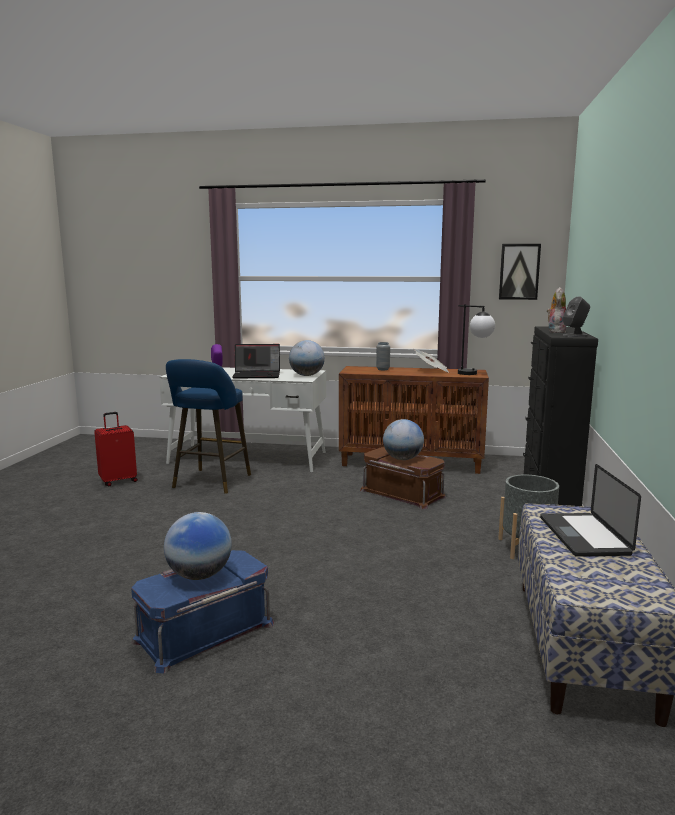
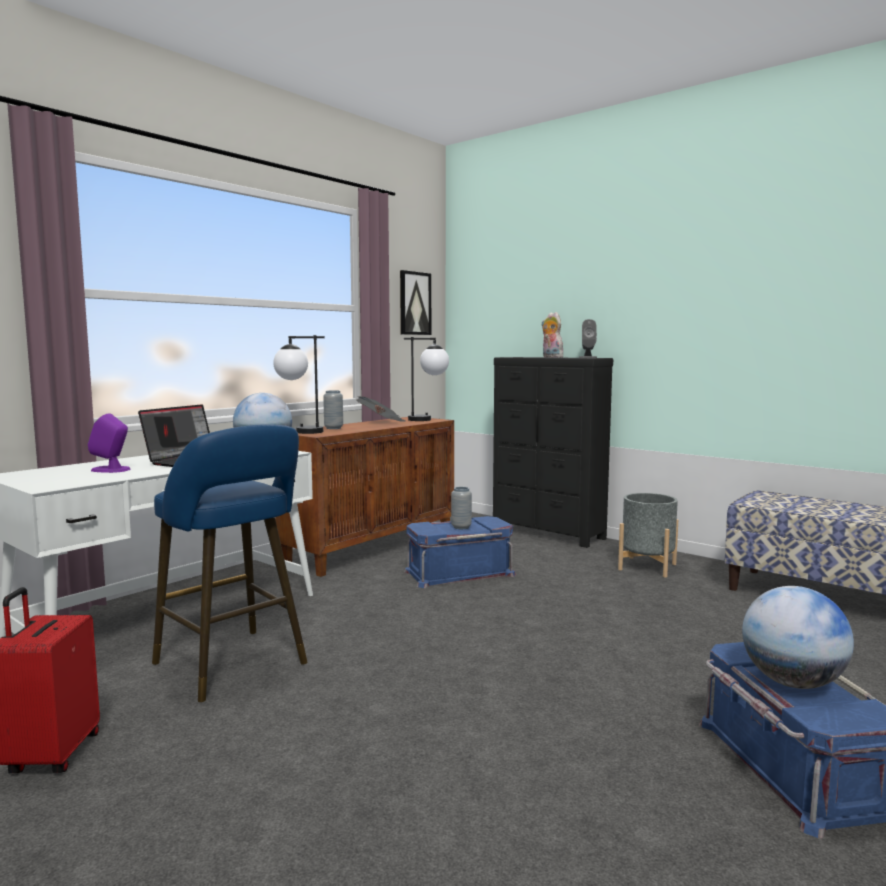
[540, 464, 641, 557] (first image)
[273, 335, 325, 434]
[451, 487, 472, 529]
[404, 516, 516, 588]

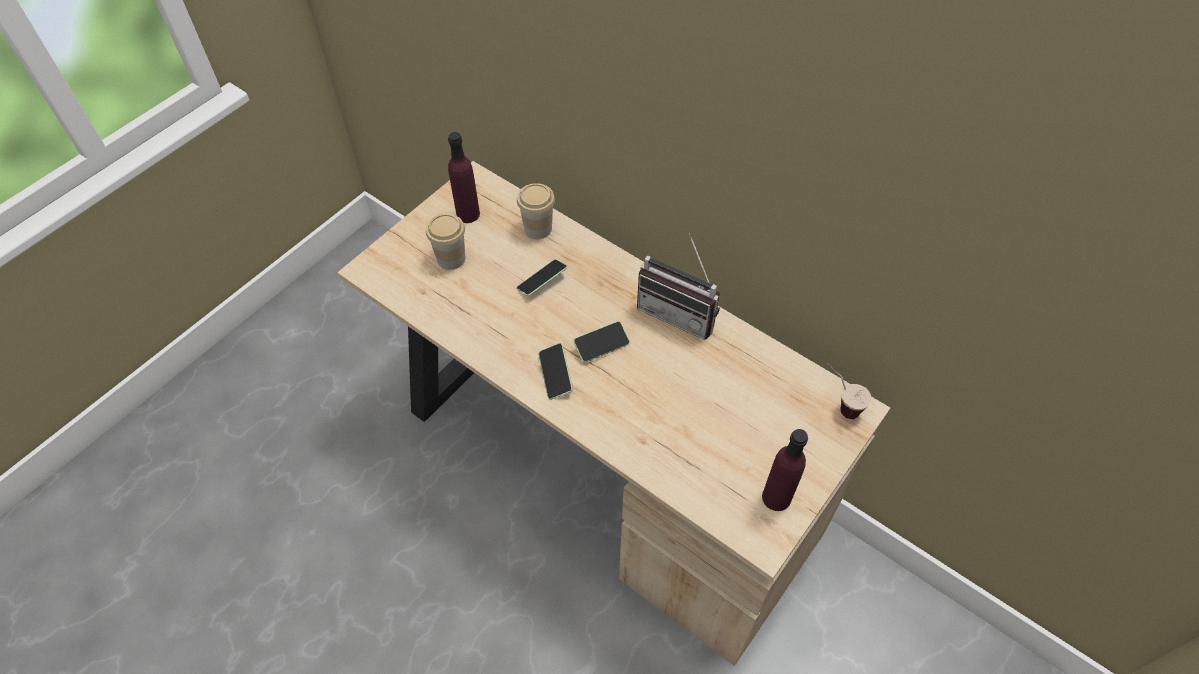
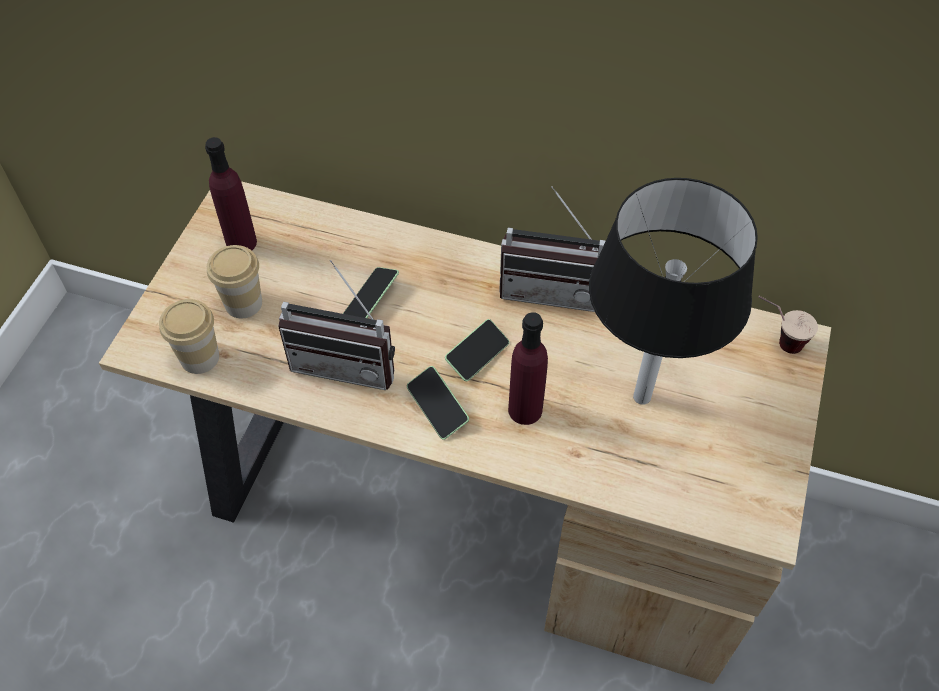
[278, 260, 395, 390]
[589, 178, 758, 405]
[159, 299, 219, 374]
[508, 312, 548, 425]

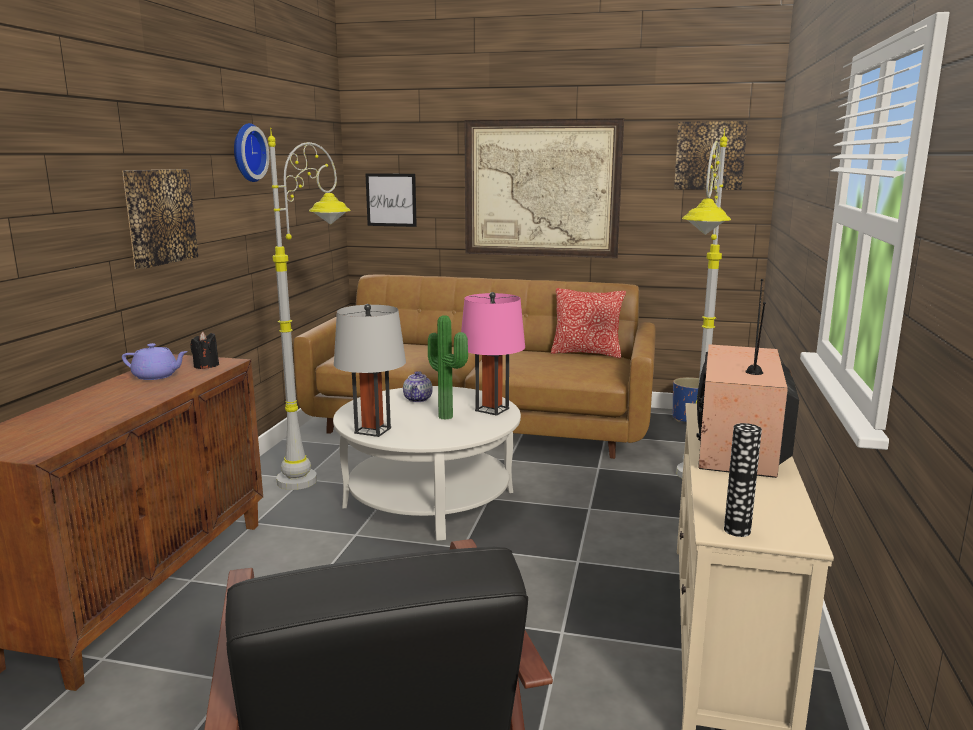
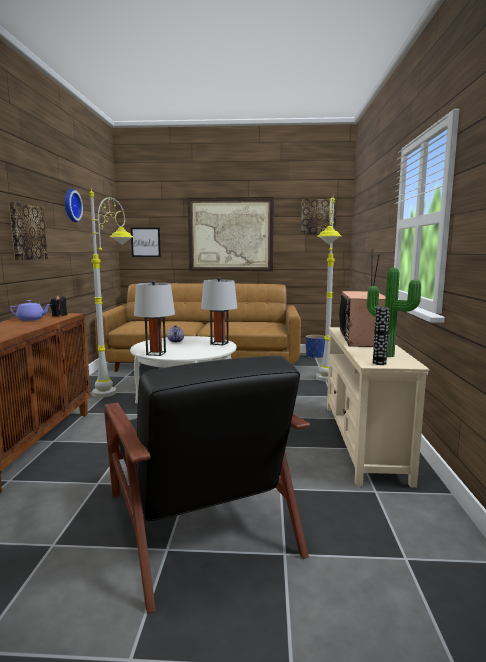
[551, 288, 626, 358] (first image)
[367, 268, 421, 357]
[201, 277, 237, 346]

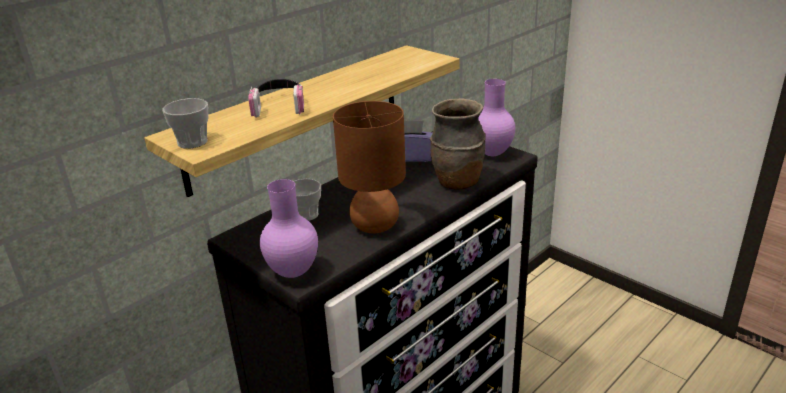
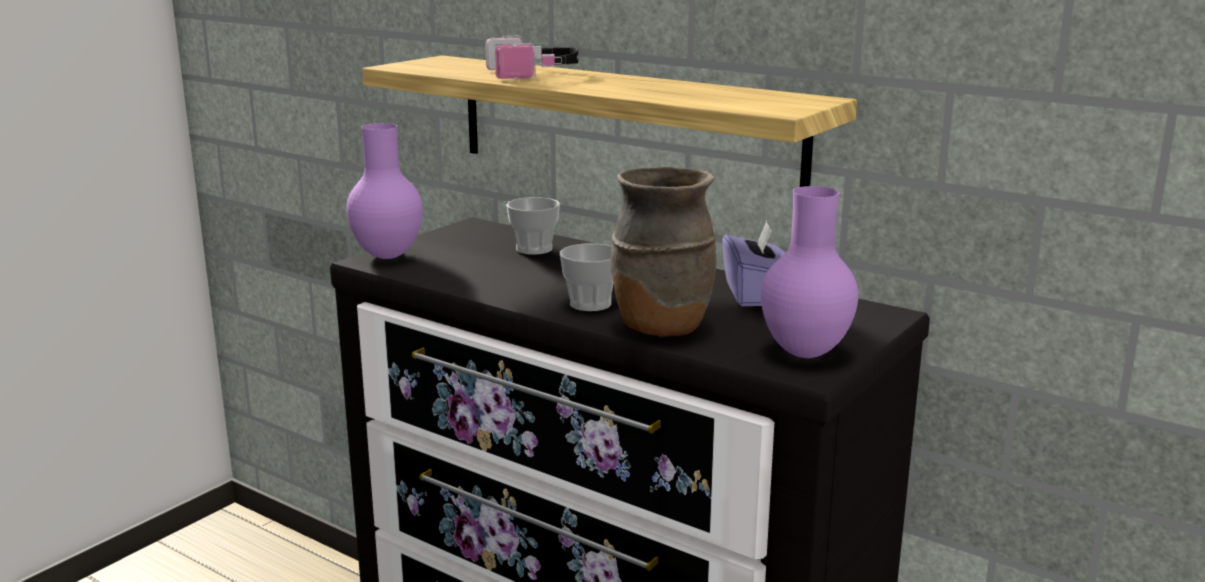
[333, 101, 406, 233] (first image)
[560, 243, 613, 311]

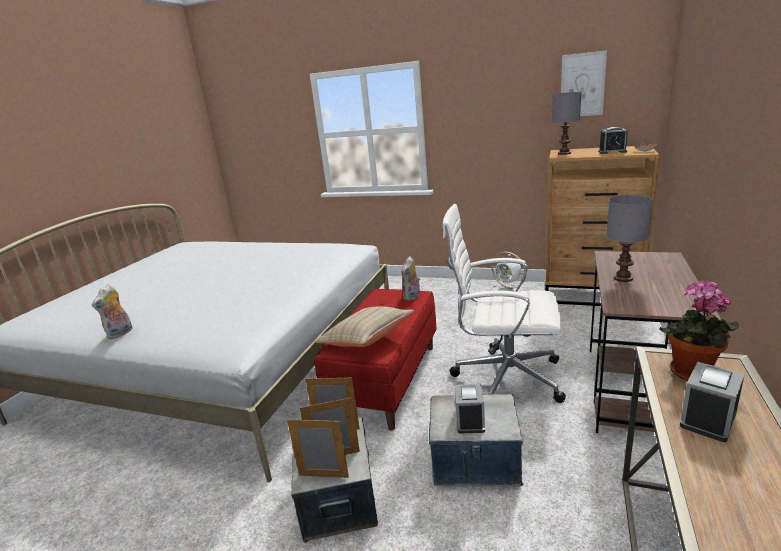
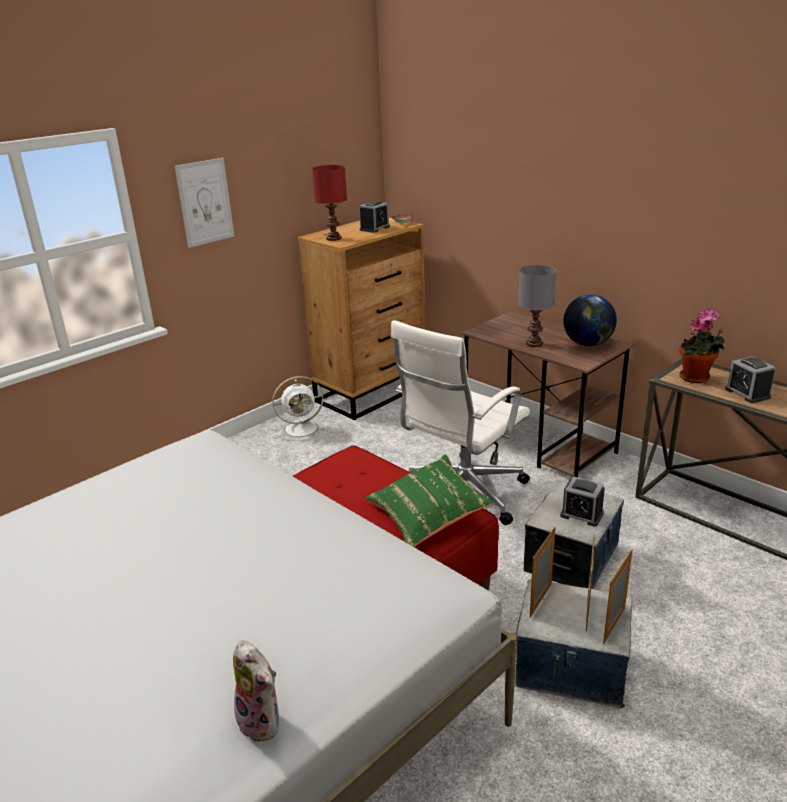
[402, 256, 420, 301] (first image)
[563, 295, 617, 346]
[175, 158, 234, 248]
[365, 455, 493, 547]
[312, 165, 347, 241]

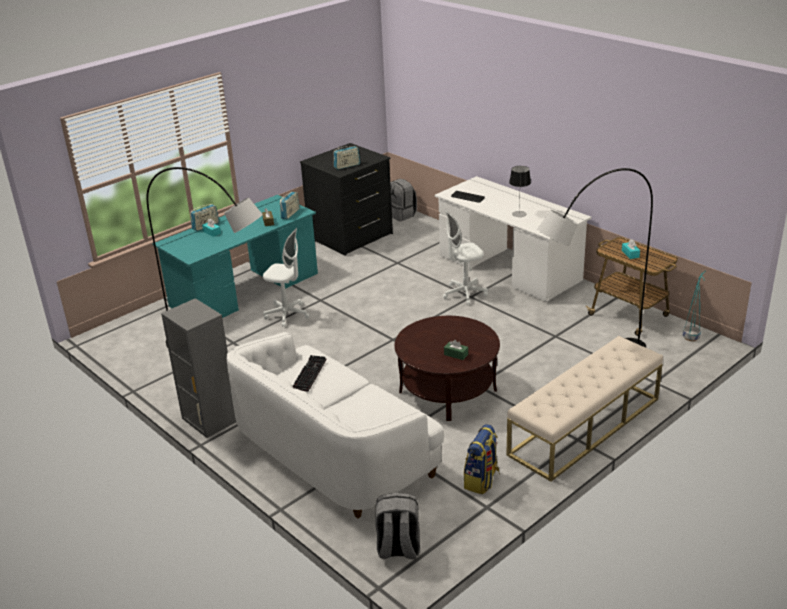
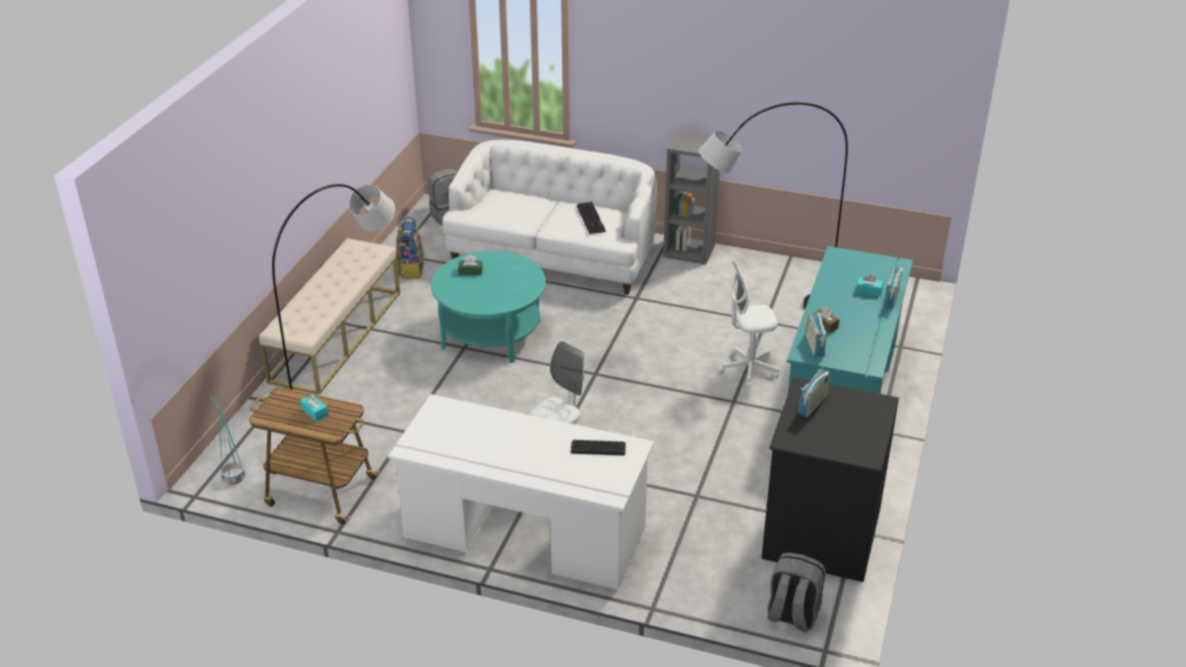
[509, 166, 531, 217] (first image)
[431, 251, 546, 363]

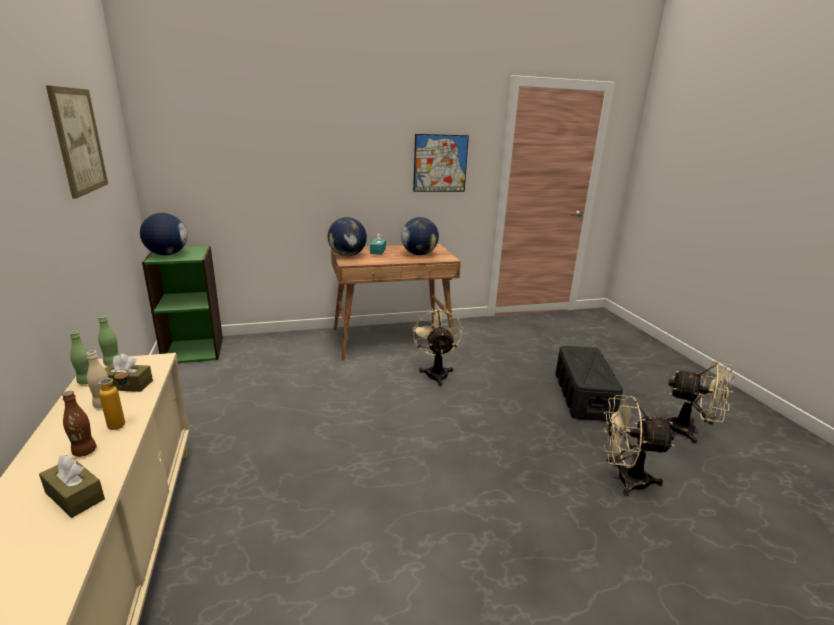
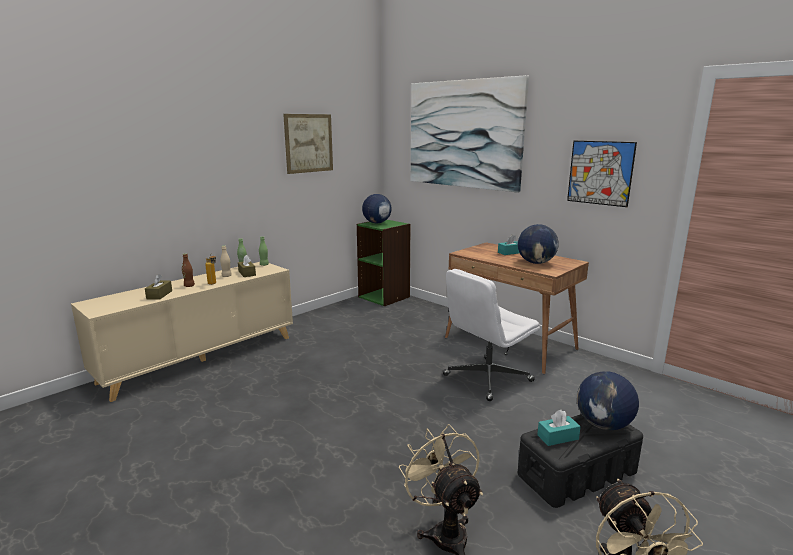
[411, 75, 529, 193]
[537, 410, 581, 446]
[577, 371, 639, 430]
[443, 269, 540, 401]

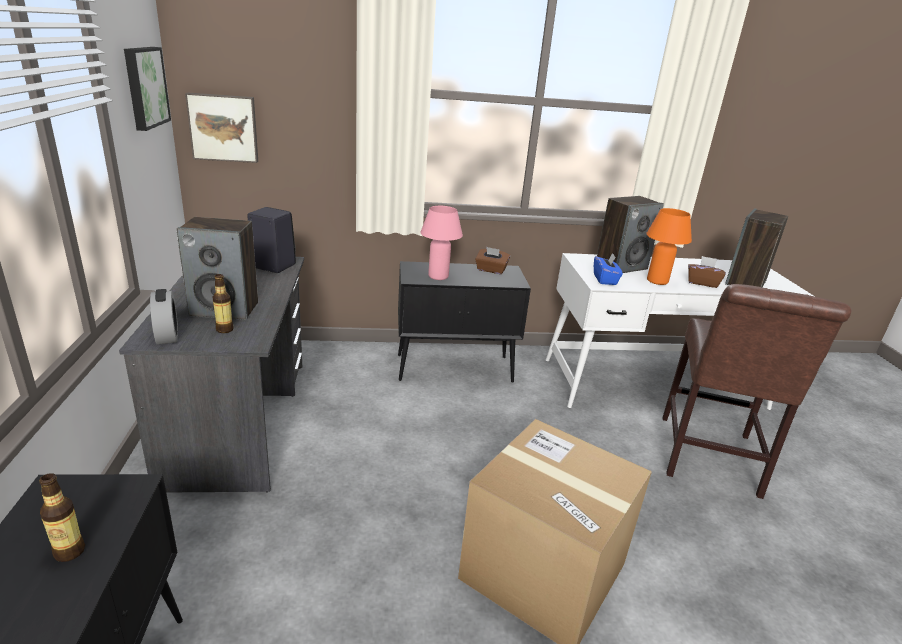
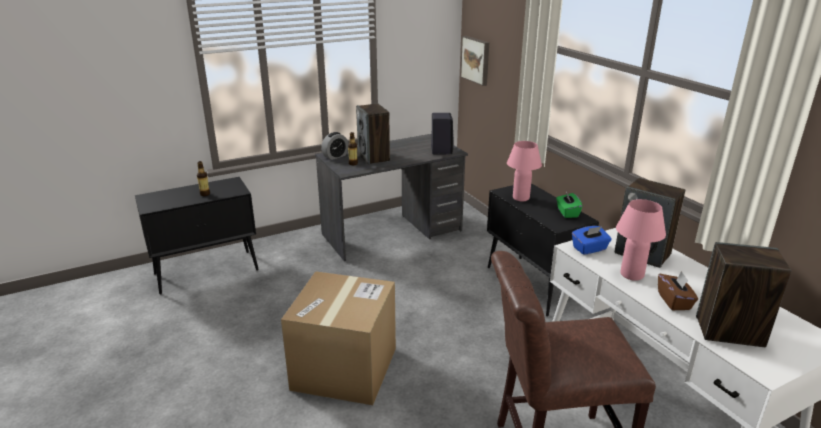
[124, 47, 171, 131] (first image)
[556, 192, 582, 218]
[616, 199, 666, 281]

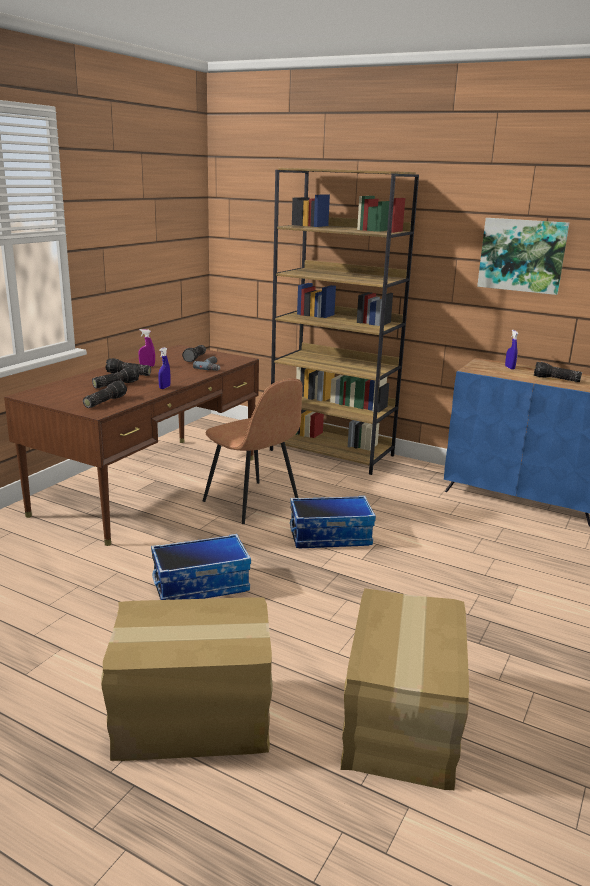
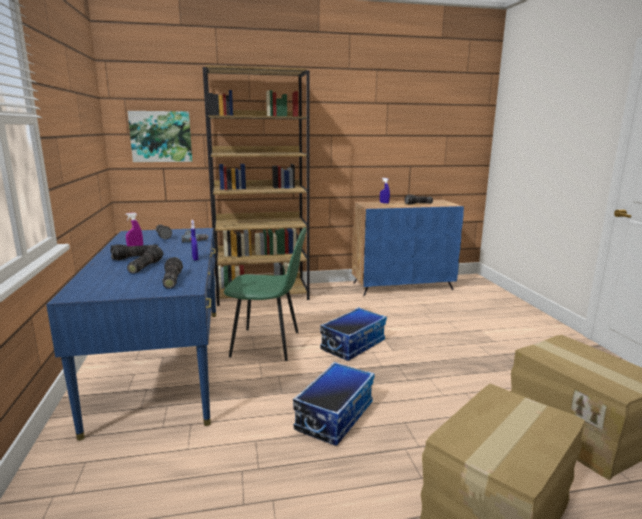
[128, 111, 192, 162]
[46, 228, 216, 441]
[224, 227, 307, 361]

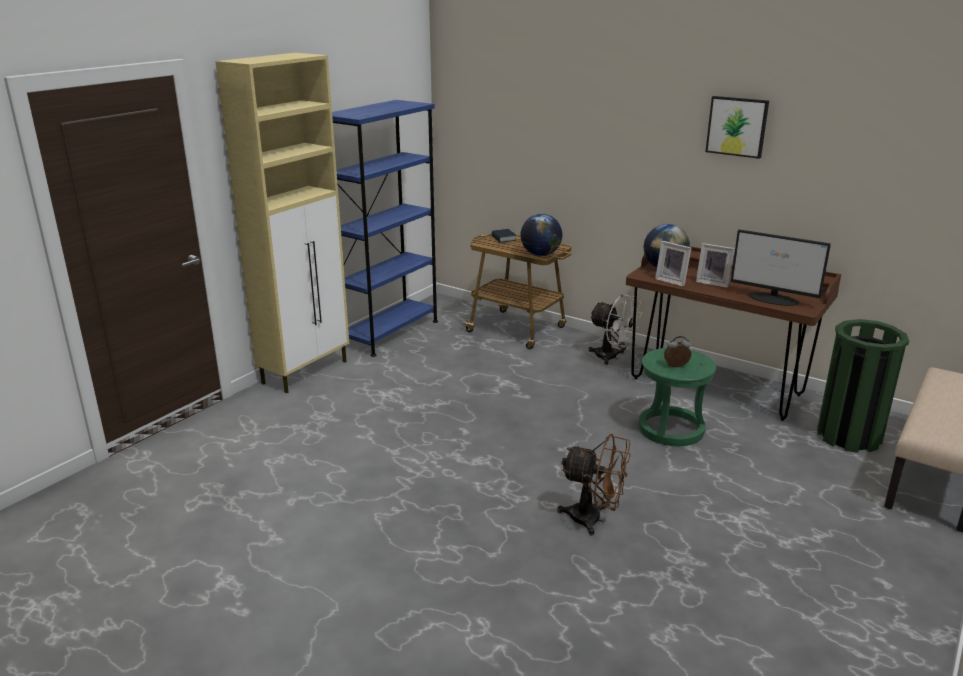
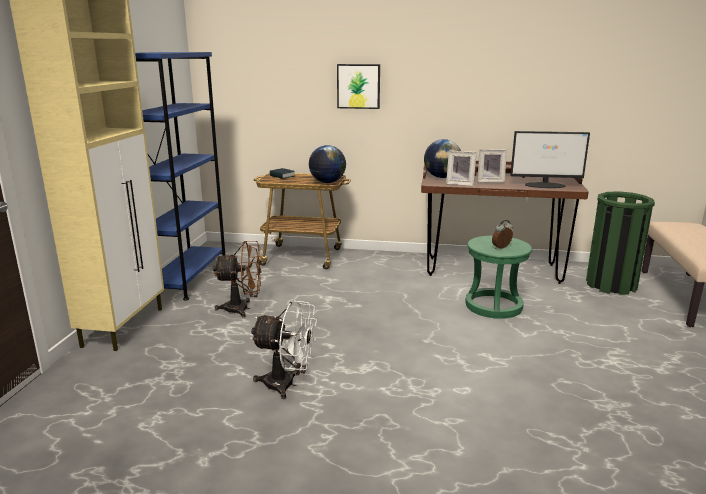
[213, 241, 262, 317]
[250, 300, 317, 399]
[337, 64, 380, 109]

